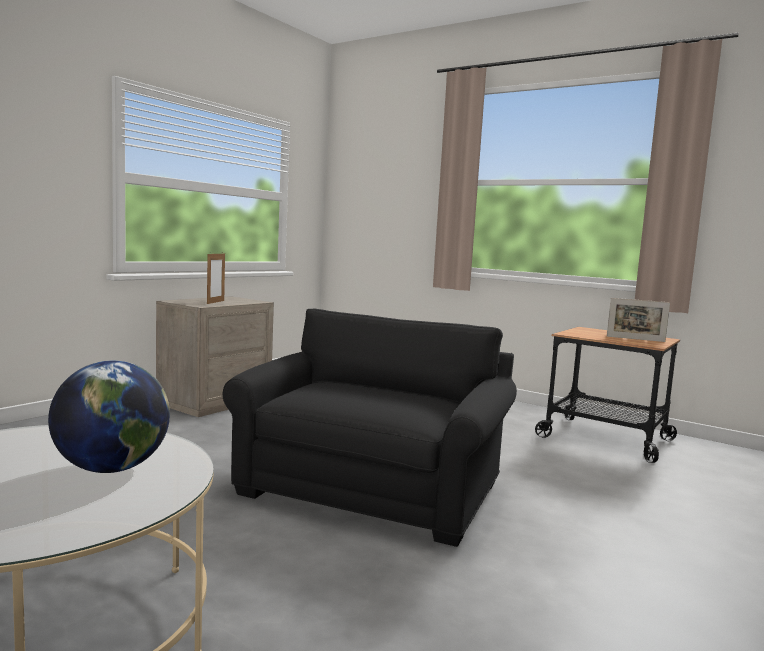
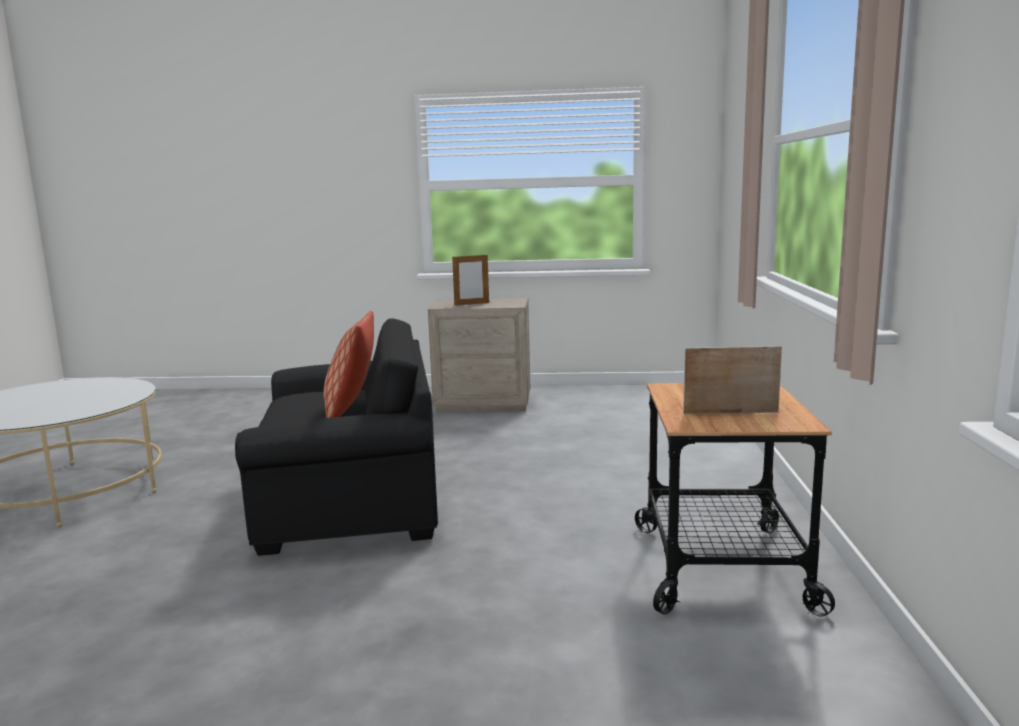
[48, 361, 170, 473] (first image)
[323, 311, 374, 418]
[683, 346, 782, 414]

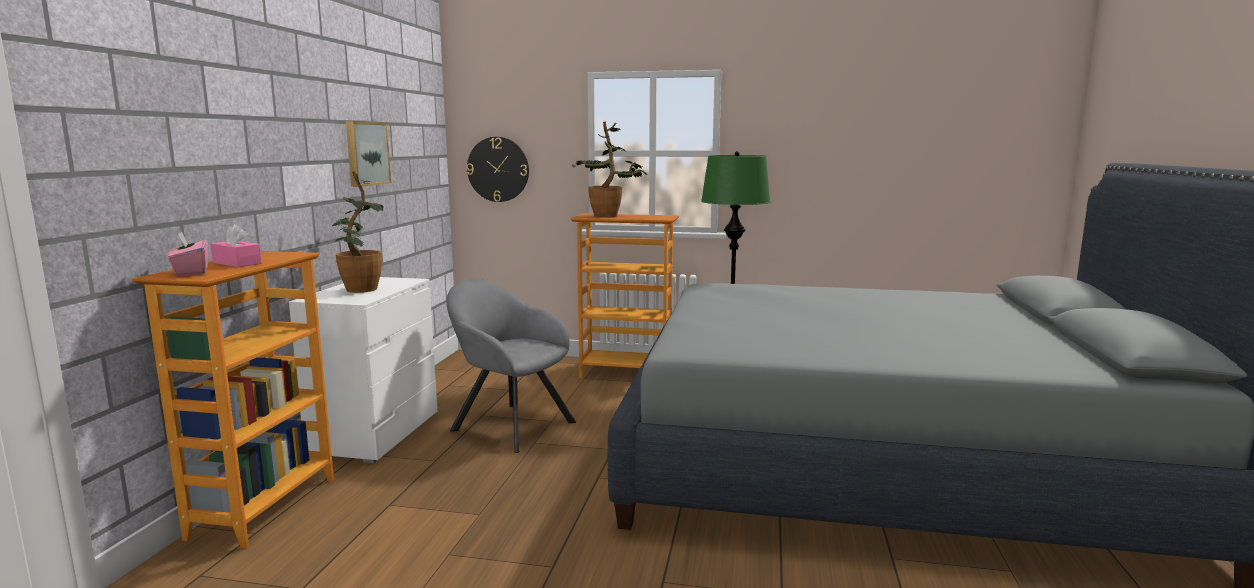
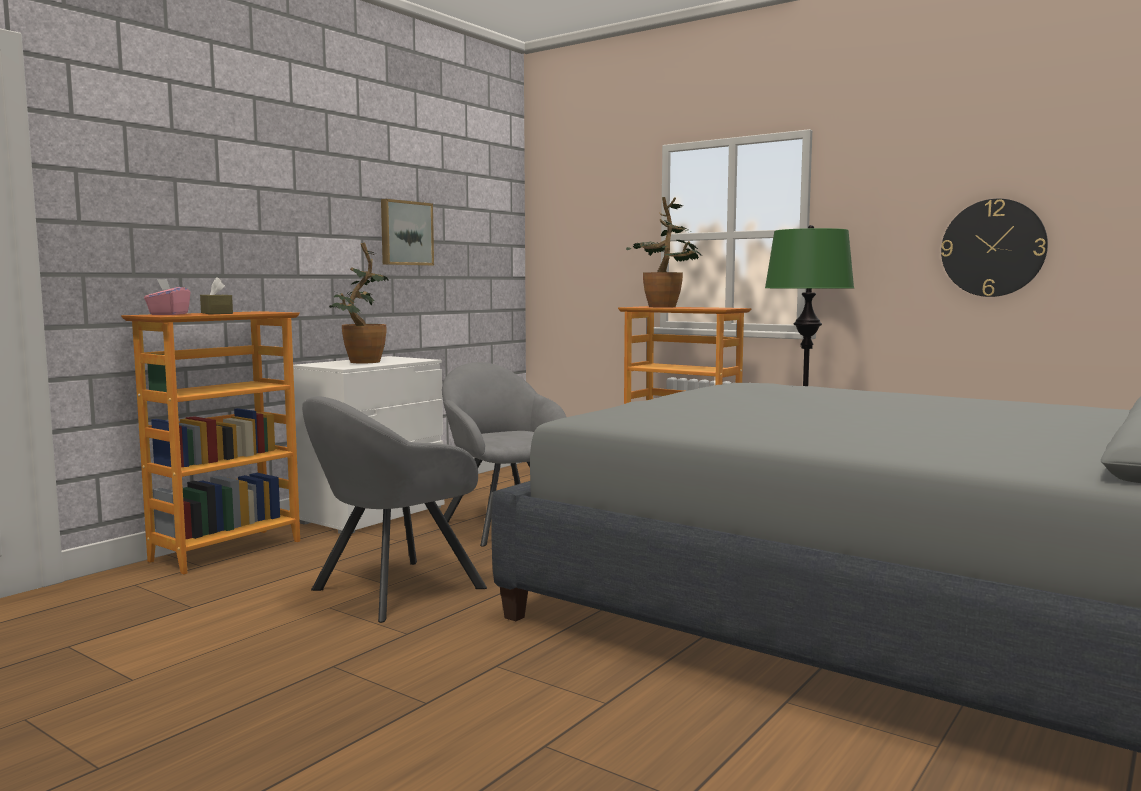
[302, 396, 487, 623]
[941, 199, 1048, 297]
[200, 277, 233, 314]

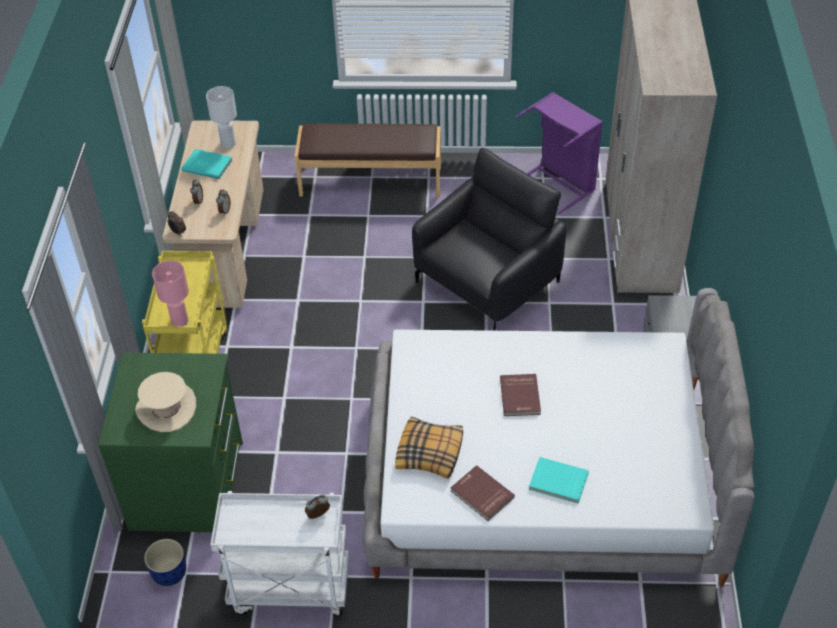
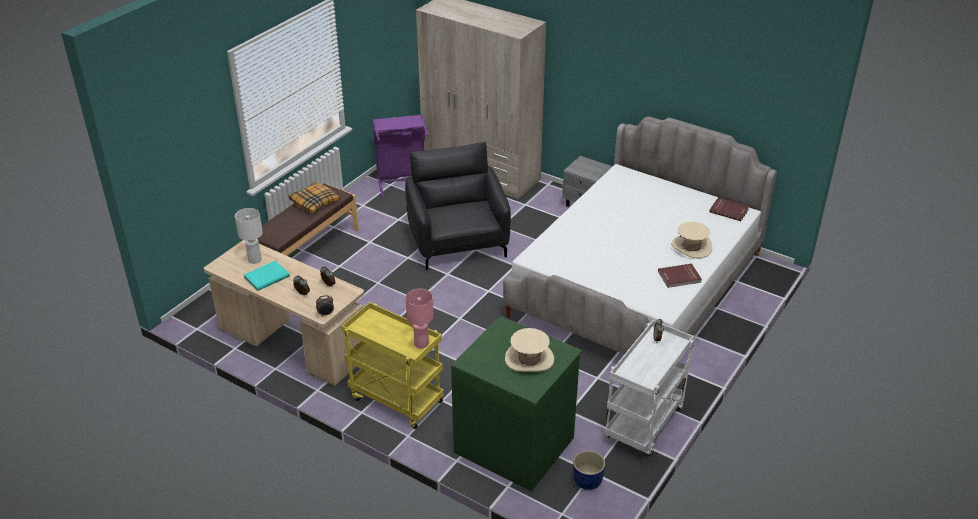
[288, 182, 340, 214]
[709, 197, 749, 221]
[671, 222, 712, 259]

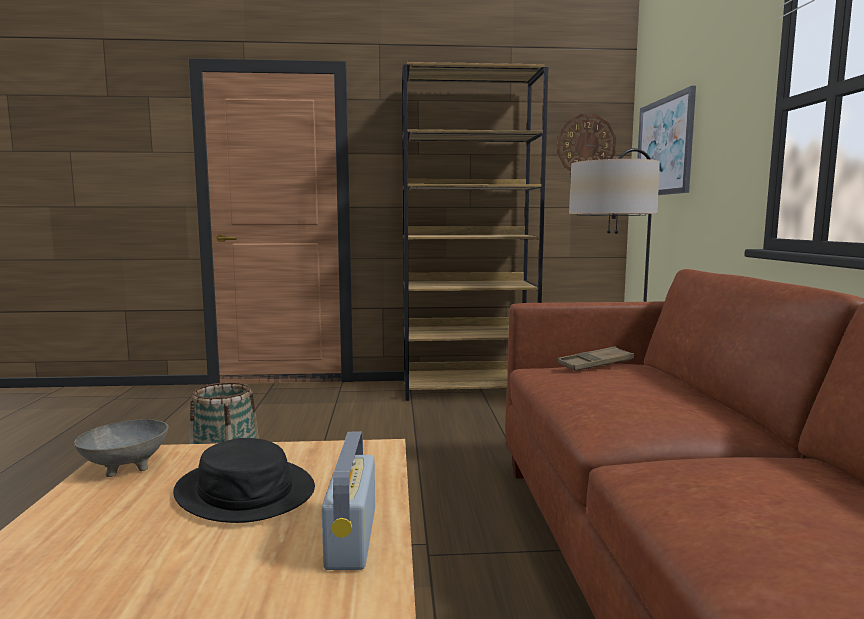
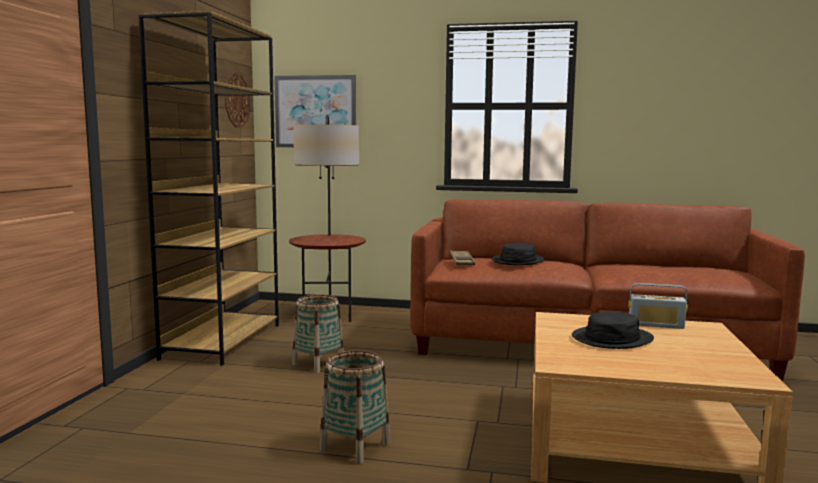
[74, 419, 169, 477] (first image)
[292, 295, 344, 373]
[491, 243, 545, 265]

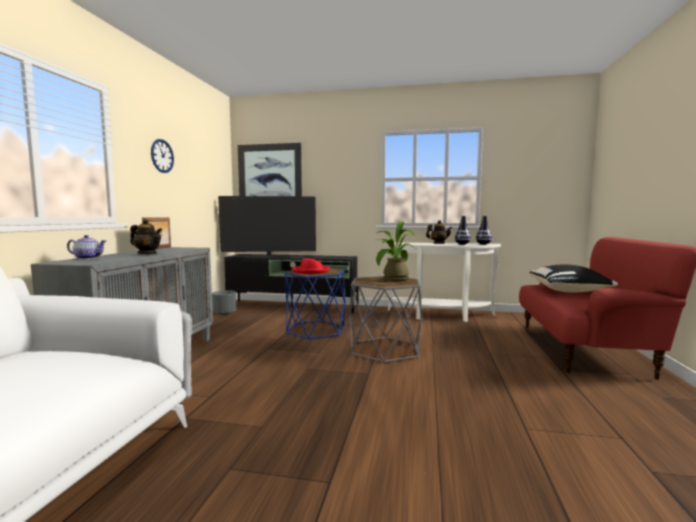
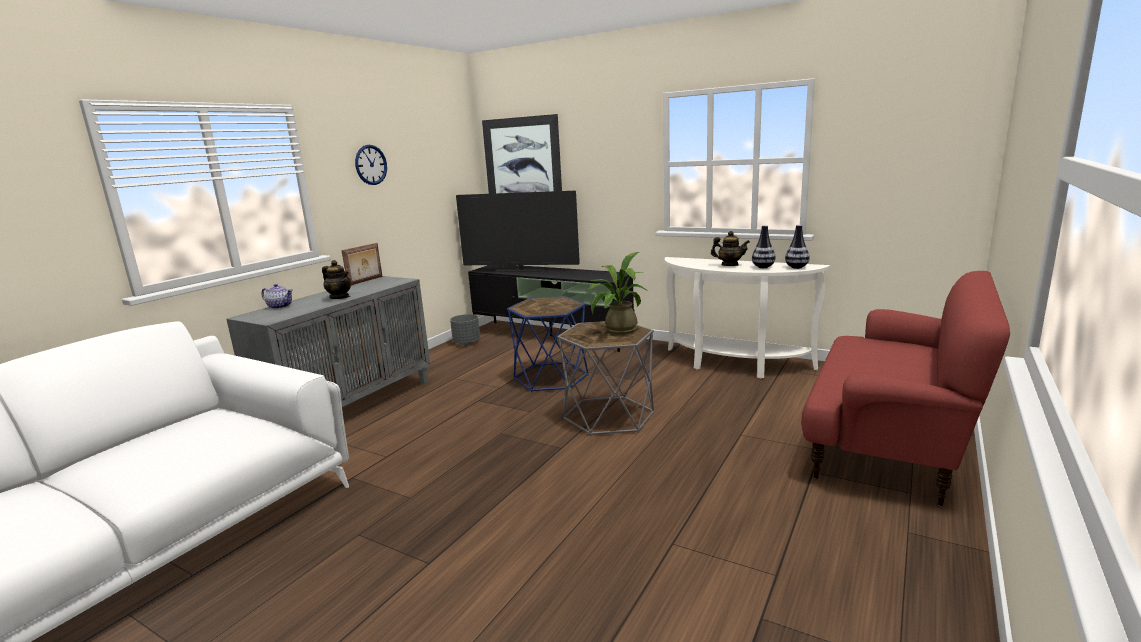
[292, 258, 330, 274] (first image)
[529, 265, 618, 293] (first image)

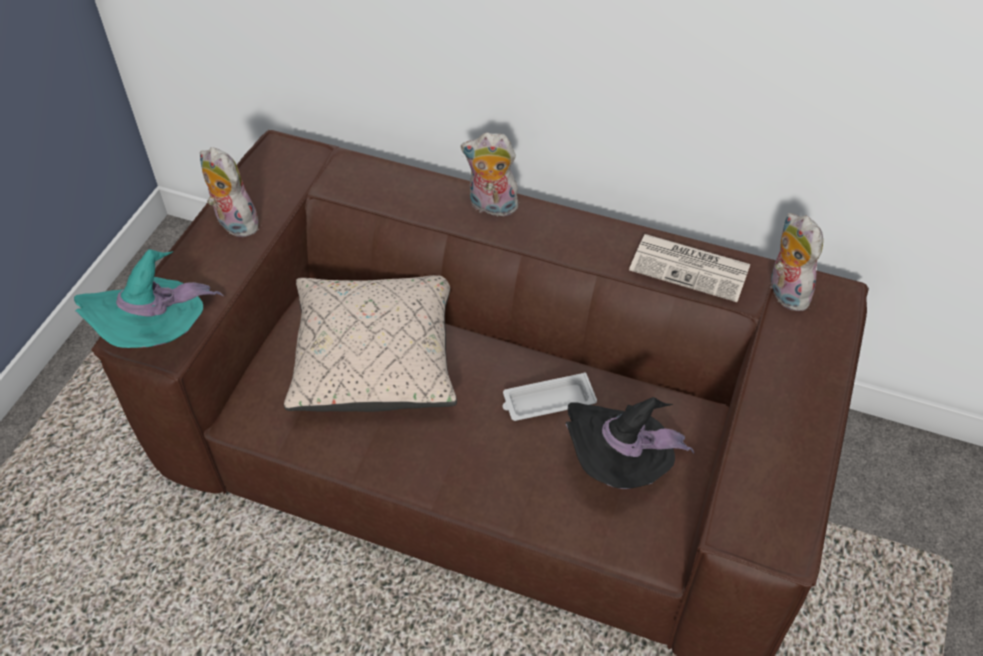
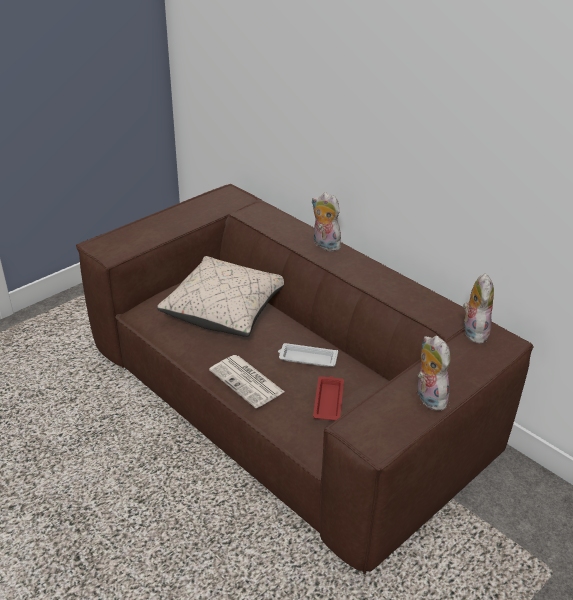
[74, 249, 224, 348] (first image)
[417, 336, 451, 411]
[209, 355, 284, 408]
[313, 376, 344, 421]

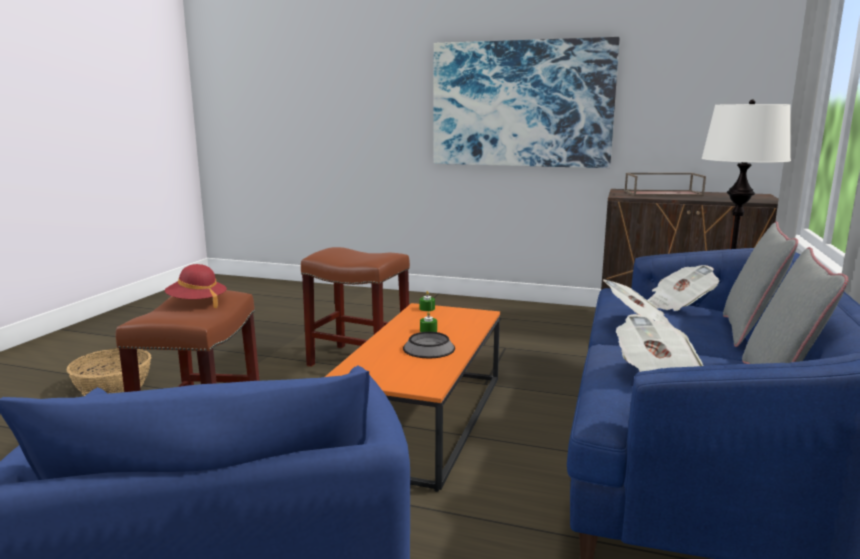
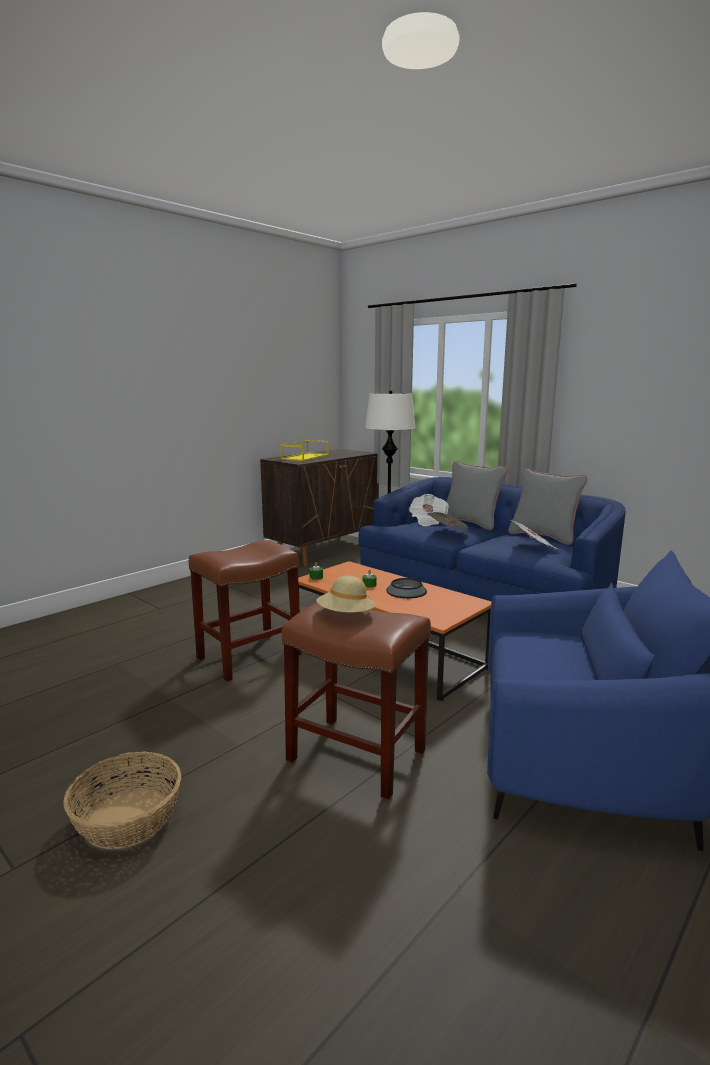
[433, 37, 620, 168] (first image)
[316, 576, 376, 612]
[280, 440, 329, 461]

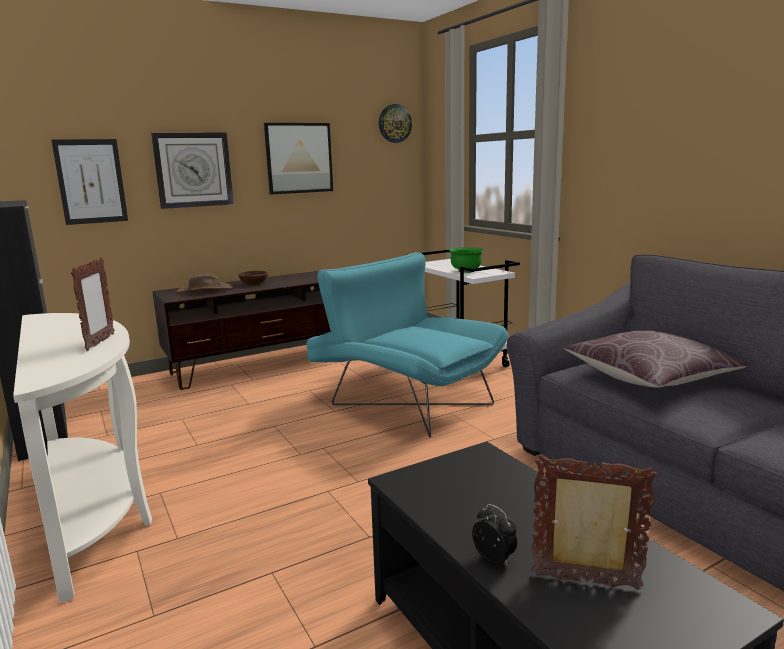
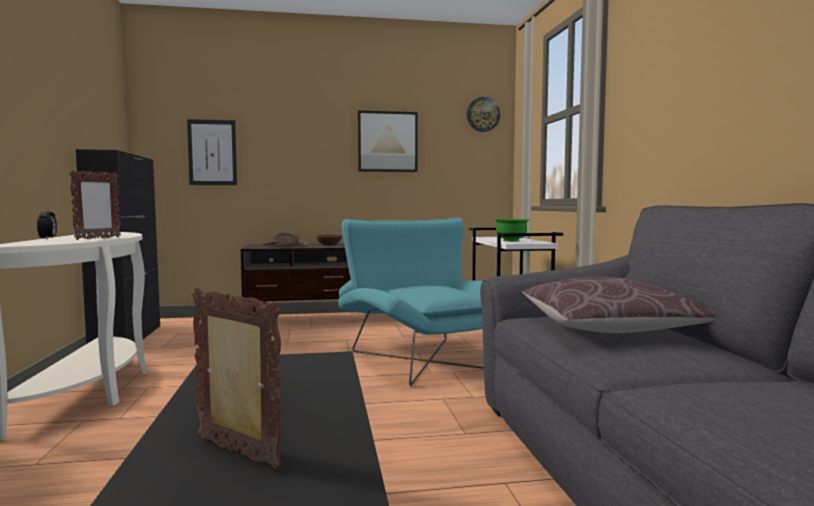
[151, 132, 234, 209] (first image)
[37, 207, 57, 238]

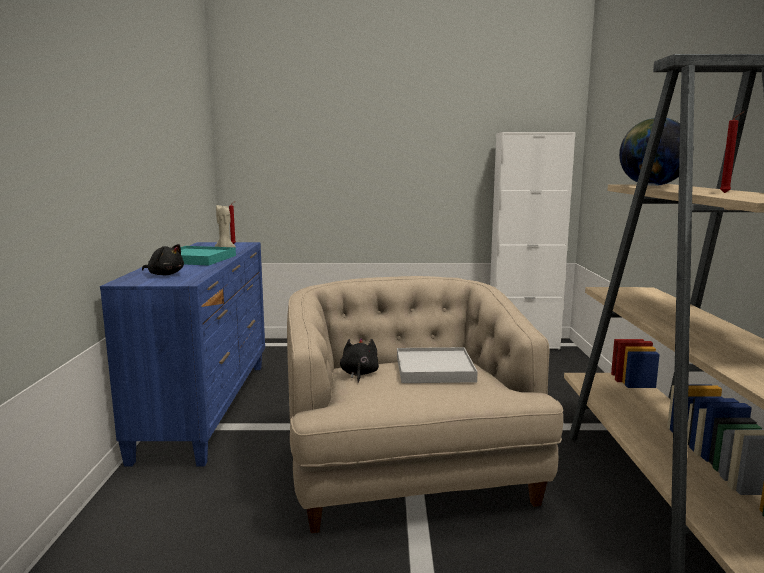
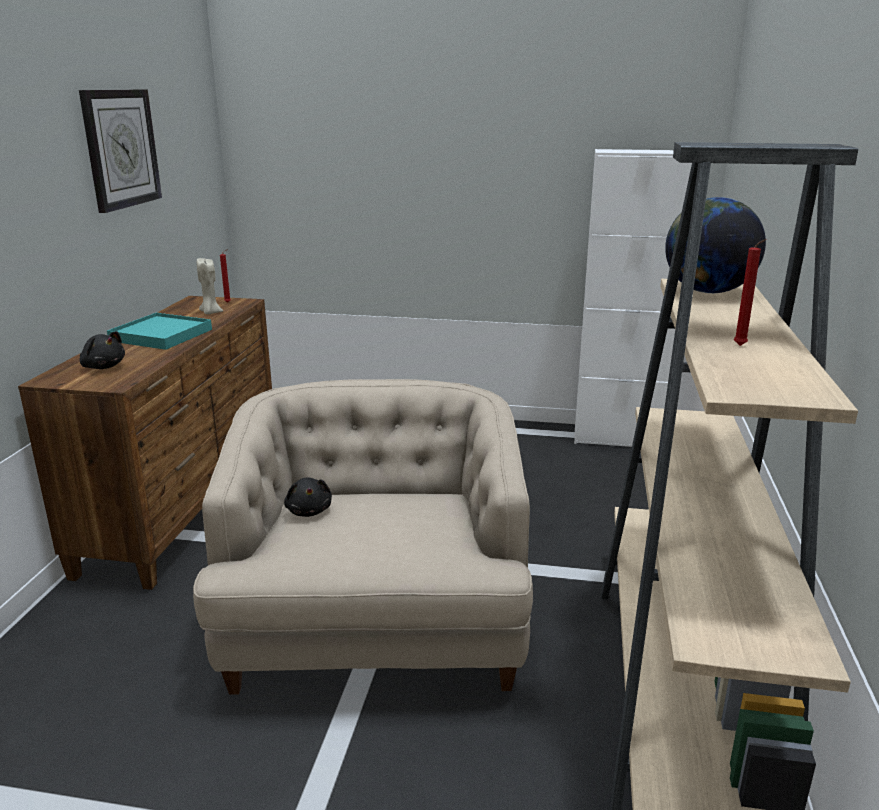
[397, 347, 478, 383] (first image)
[79, 89, 162, 213]
[18, 296, 272, 590]
[284, 477, 332, 517]

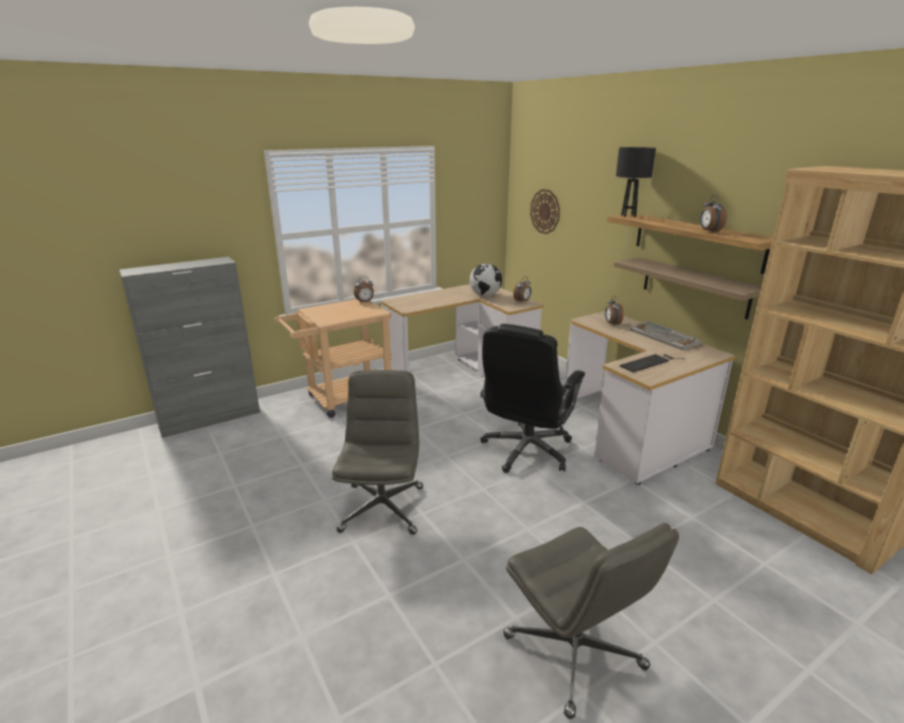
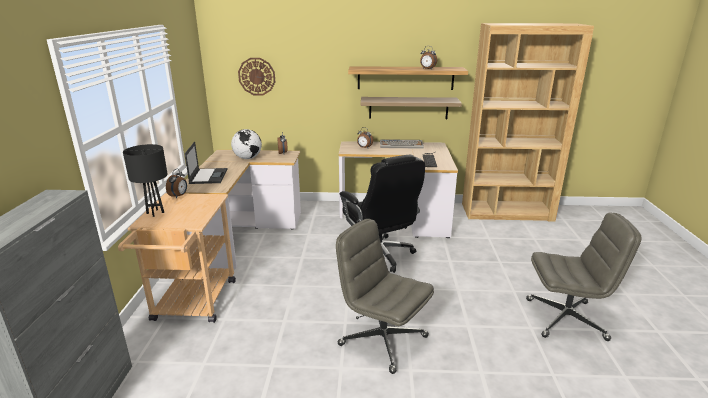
[185, 142, 228, 184]
[123, 144, 167, 217]

